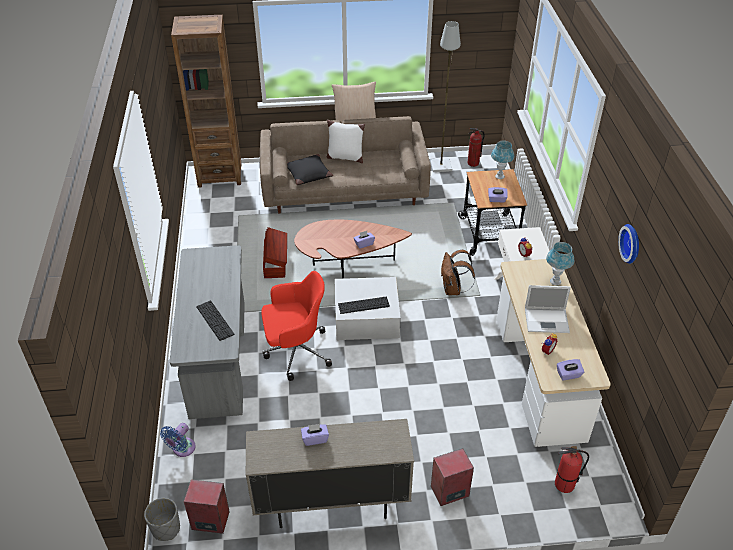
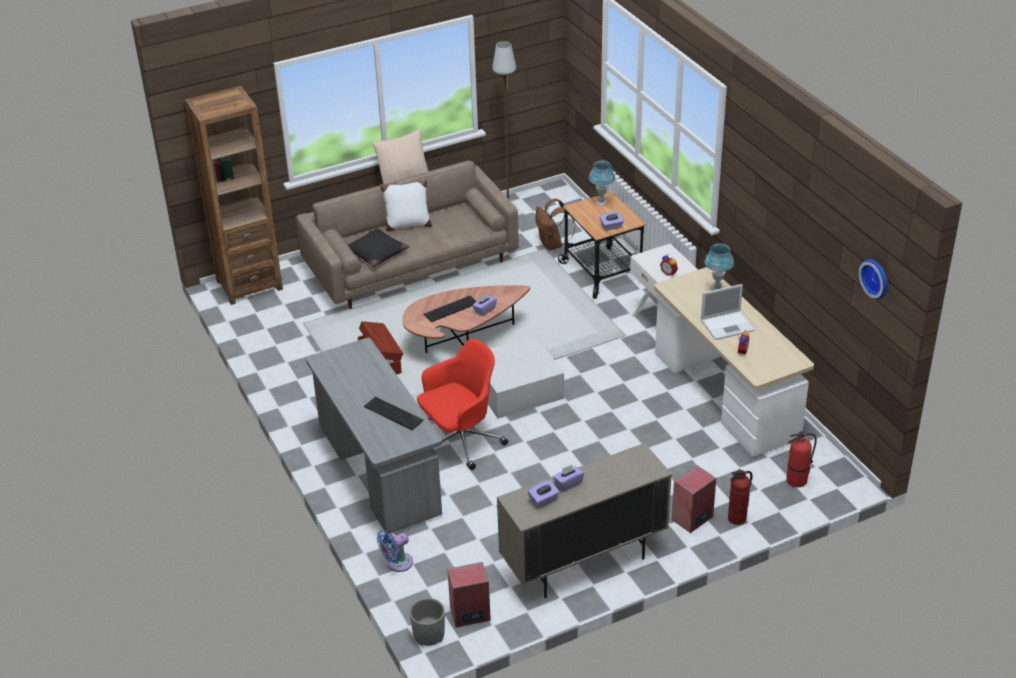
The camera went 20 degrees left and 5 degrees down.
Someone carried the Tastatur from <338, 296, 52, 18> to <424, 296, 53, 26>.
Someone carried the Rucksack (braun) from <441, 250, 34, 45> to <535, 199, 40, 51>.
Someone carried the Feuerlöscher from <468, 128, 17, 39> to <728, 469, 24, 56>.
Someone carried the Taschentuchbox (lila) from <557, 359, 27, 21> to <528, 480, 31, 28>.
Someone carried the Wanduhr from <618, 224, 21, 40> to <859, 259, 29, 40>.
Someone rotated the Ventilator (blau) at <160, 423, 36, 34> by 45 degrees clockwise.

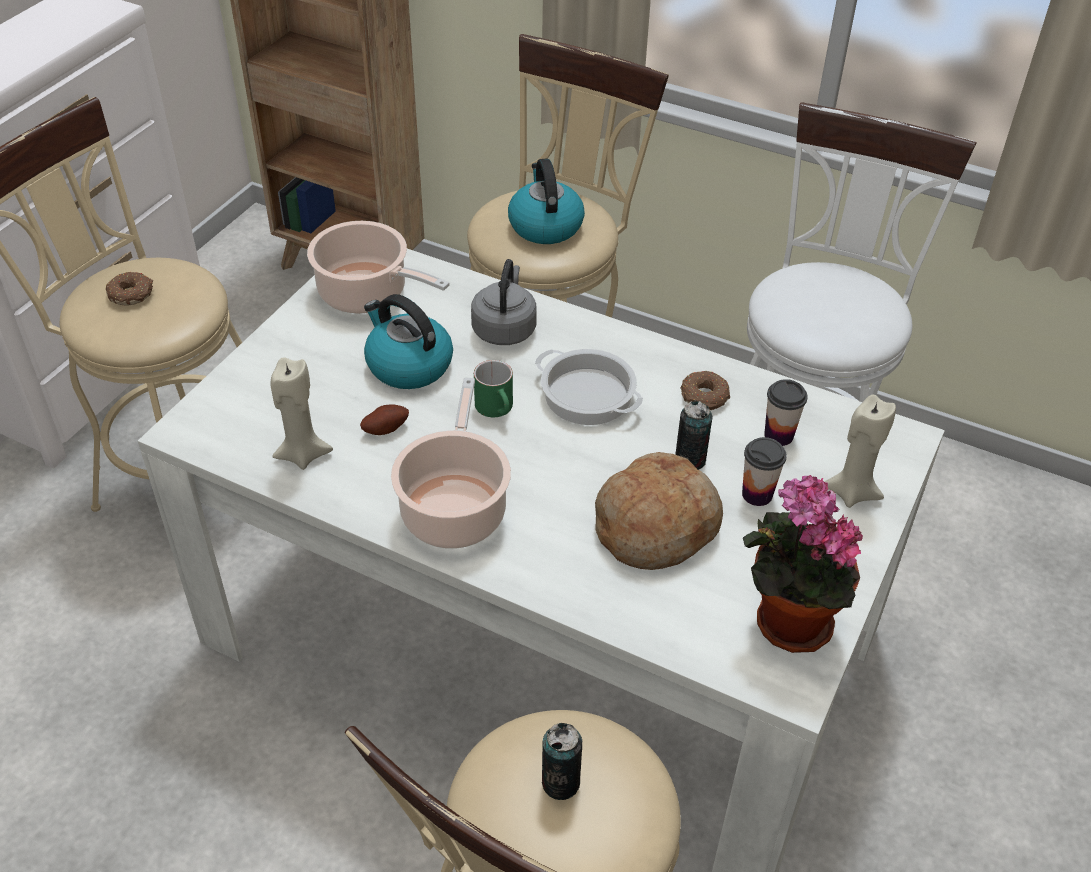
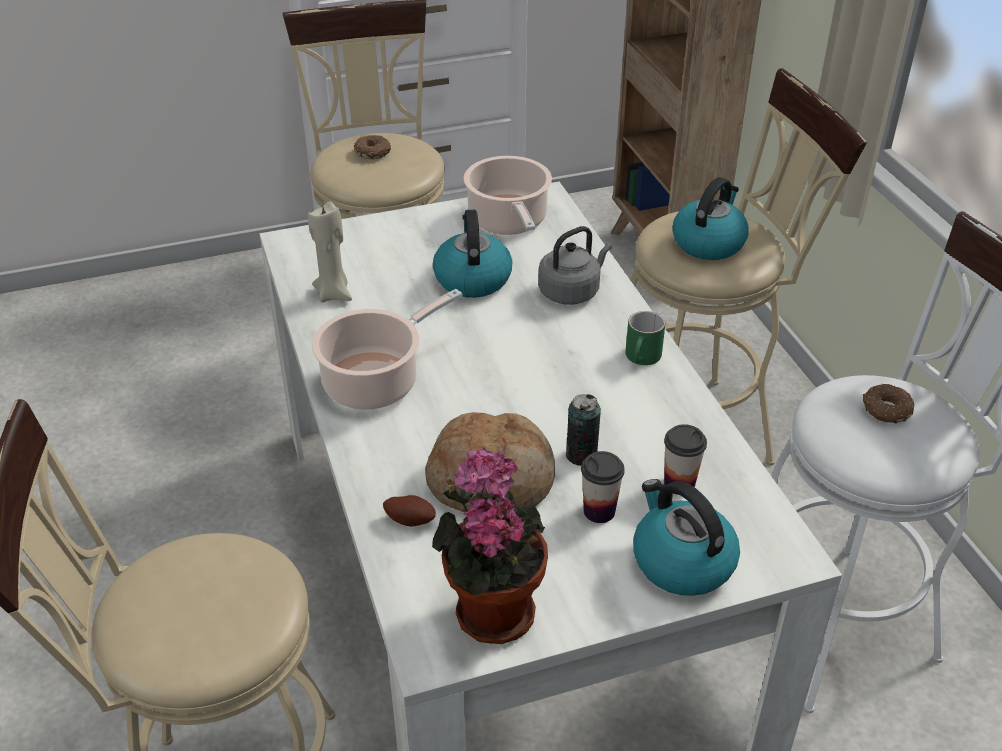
The camera went 45 degrees right and 5 degrees down.
Someone took away the Kochtopf at <535, 349, 108, 76>.
Someone took away the Dose at <542, 723, 41, 77>.
Someone carried the Kartoffel from <360, 404, 49, 31> to <383, 495, 53, 32>.
Someone carried the Henkelbecher (grün) from <474, 360, 39, 57> to <625, 311, 40, 54>.
Someone carried the Donut from <681, 370, 49, 40> to <863, 384, 52, 40>.
Someone swapped the Kerze (beige) at <824, 395, 72, 113> for the Wasserkessel at <633, 479, 107, 117>.

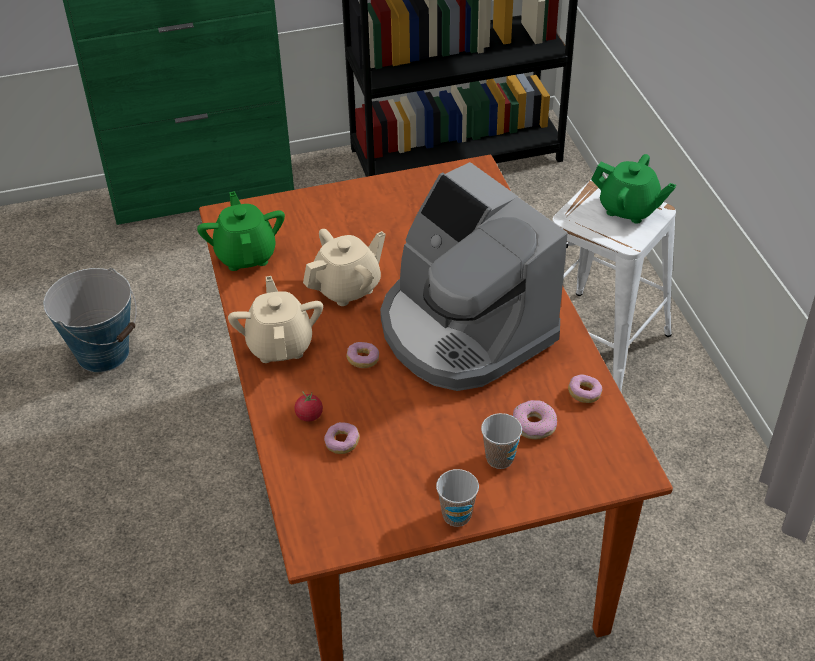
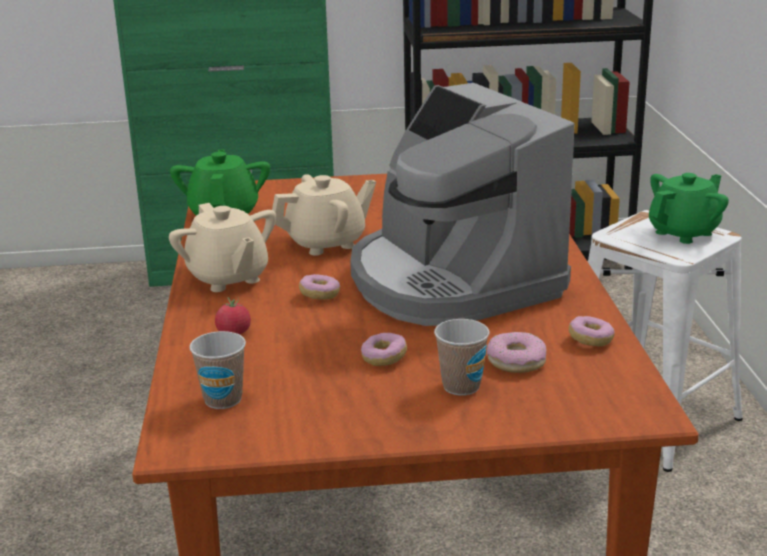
The camera went 10 degrees right and 20 degrees down.
Someone took away the Eimer at <44, 268, 93, 104>.
Someone carried the Donut from <324, 422, 36, 32> to <361, 333, 46, 33>.
Someone carried the Tasse from <436, 469, 43, 58> to <189, 331, 57, 78>.
Someone rotated the Teekanne (beige) at <228, 276, 95, 87> by 150 degrees clockwise.
Someone rotated the Teekanne (grün) at <591, 154, 85, 70> by 75 degrees counterclockwise.

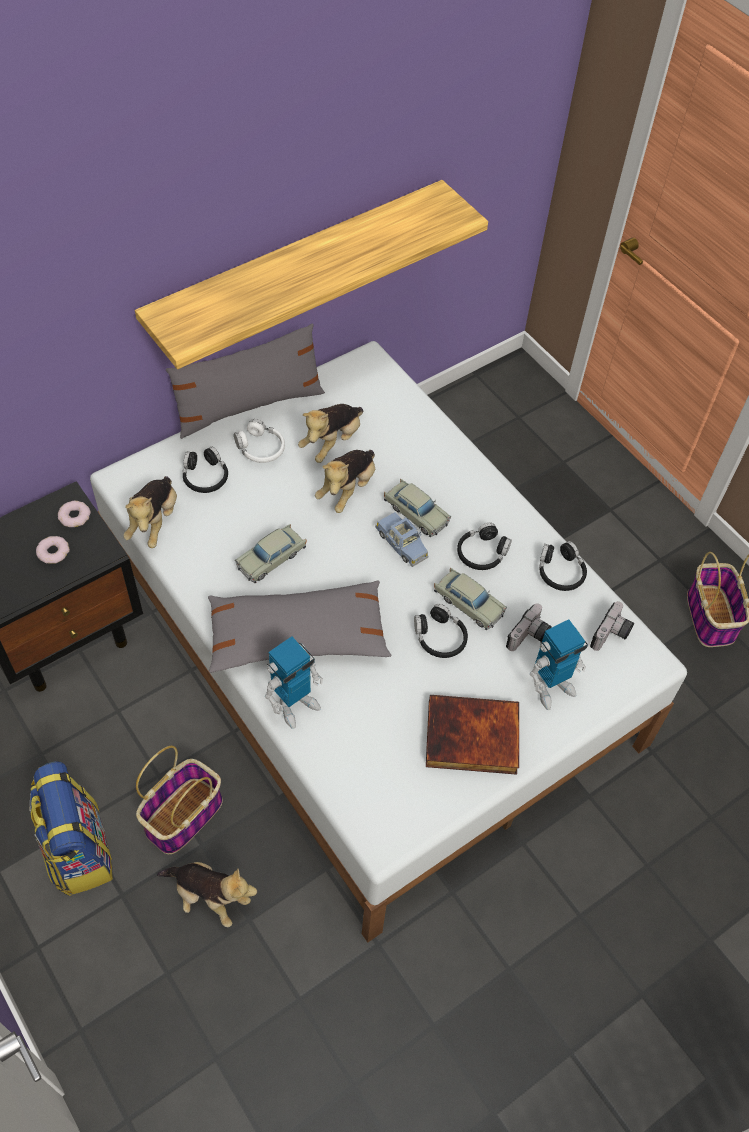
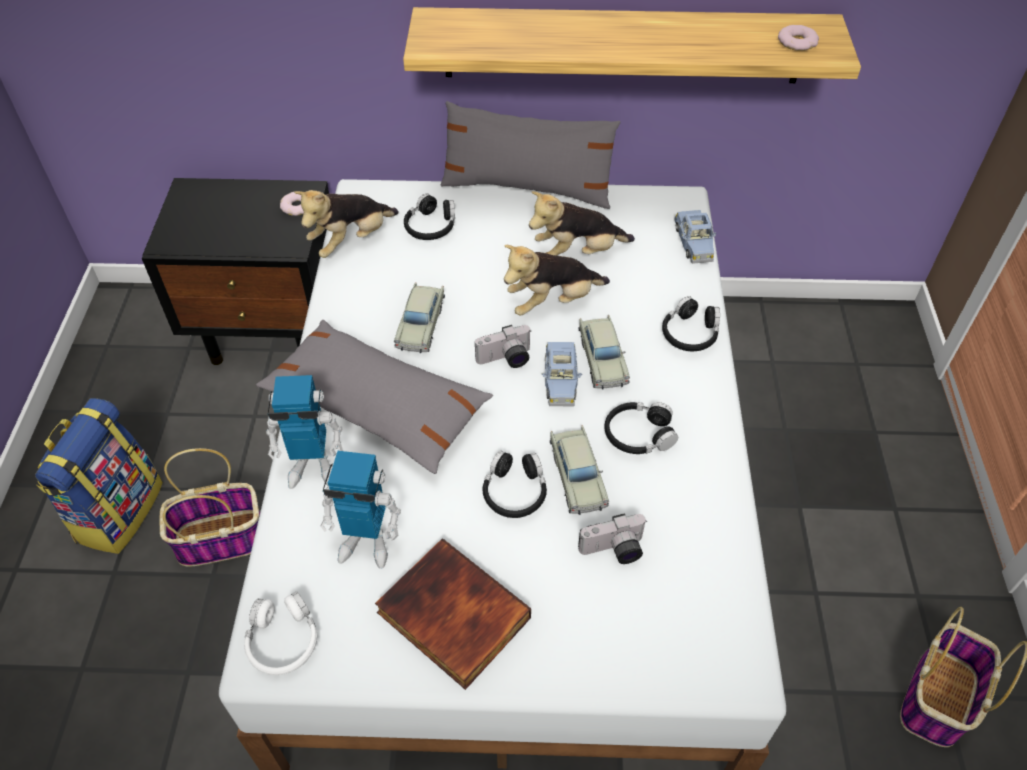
The camera went 40 degrees right and 5 degrees down.
Someone took away the Plüschtier at <157, 862, 100, 65>.
Someone put down the Spielzeugauto (blau) at <674, 210, 42, 54>.
Someone carried the Donut from <36, 536, 34, 28> to <778, 25, 41, 26>.
Someone carried the Kopfhörer (weiß) from <234, 419, 51, 44> to <244, 591, 74, 84>.
Someone carried the Spielzeugroboter from <530, 619, 58, 91> to <320, 451, 81, 118>.
Someone carried the Kopfhörer (schwarz) from <539, 541, 48, 50> to <662, 296, 58, 55>.
Someone carried the Kamera from <590, 601, 44, 50> to <475, 325, 57, 43>.
Someone rotated the Spielzeugauto (beige) at <235, 524, 72, 59> by 75 degrees counterclockwise.

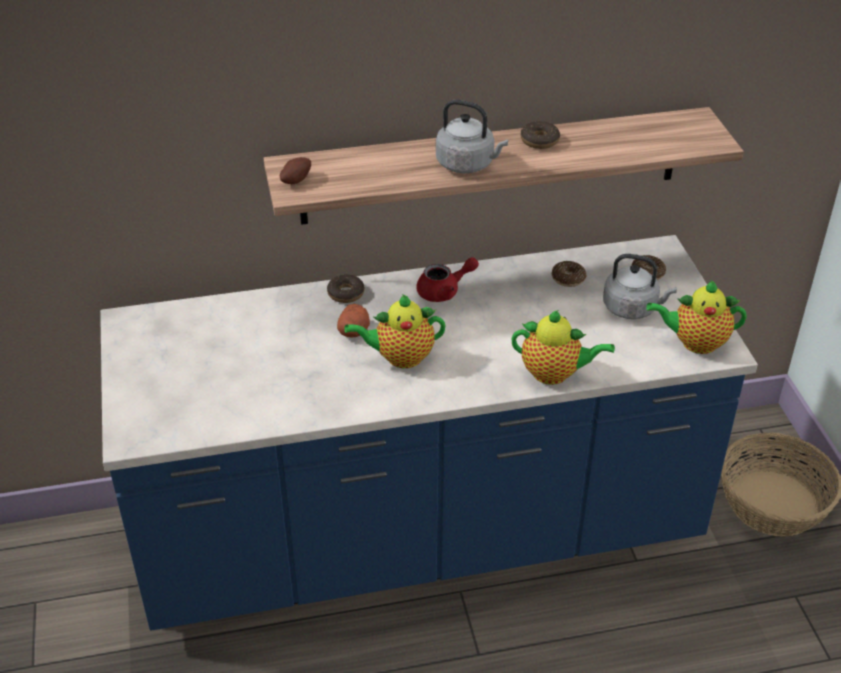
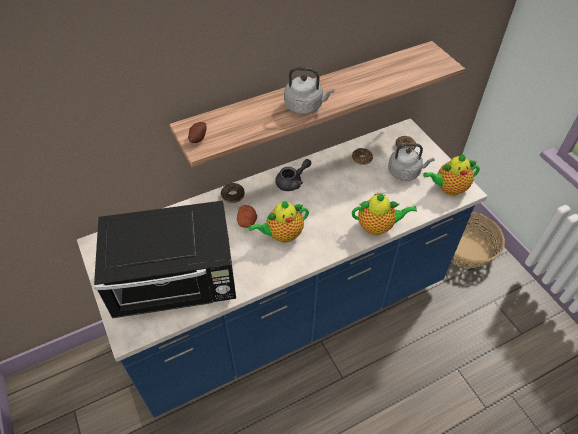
The camera went 15 degrees left and 10 degrees up.
Someone took away the Donut at <521, 121, 39, 28>.
Someone put down the Mikrowelle (schwarz) at <94, 201, 142, 117>.
Someone repainted the Teekanne (rot) at <416, 257, 63, 45>, which became the Teekanne (grau) at <275, 159, 36, 32>.

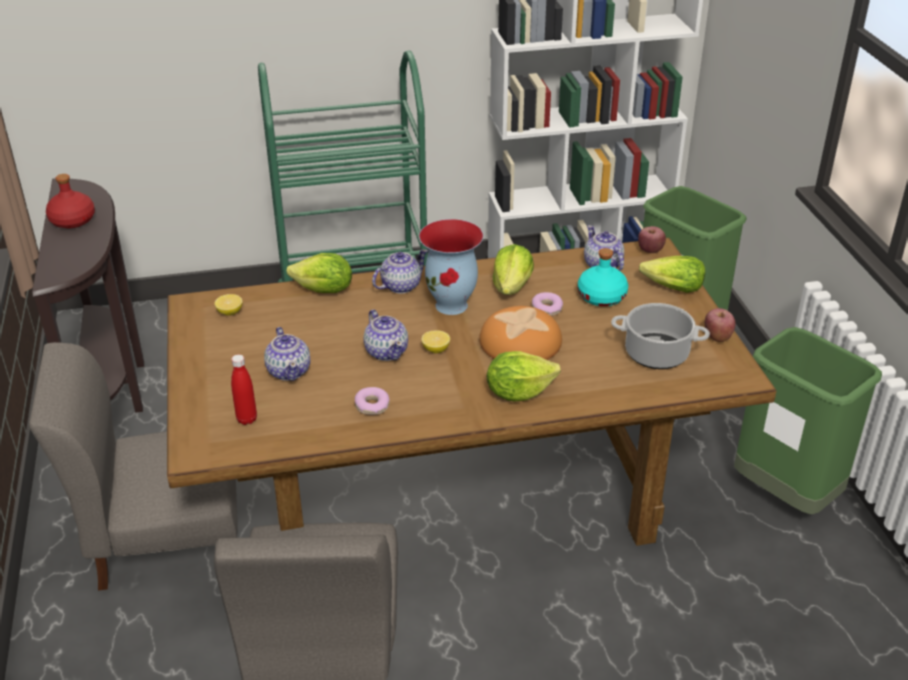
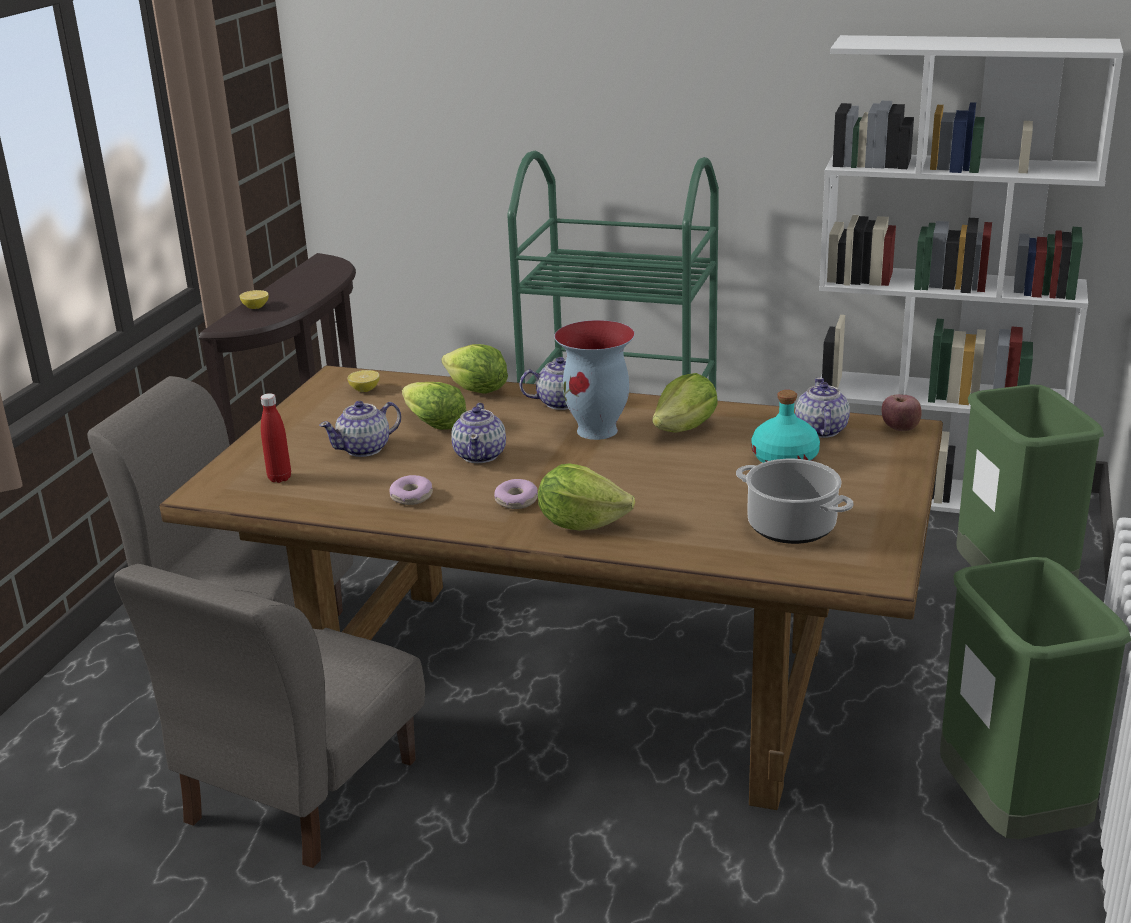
The camera went 30 degrees right and 10 degrees down.
Someone took away the Flasche (rot) at <46, 174, 49, 54>.
Someone took away the Brot at <479, 306, 83, 54>.
Someone took away the Apfel at <705, 308, 31, 34>.
Someone carried the Zitrone from <421, 330, 29, 23> to <240, 290, 29, 19>.
Someone carried the Donut from <532, 292, 31, 24> to <494, 479, 44, 30>.
Someone carried the Salatkopf from <639, 256, 66, 37> to <402, 382, 65, 48>.
Someone rotated the Teekanne at <264, 327, 46, 54> by 45 degrees clockwise.

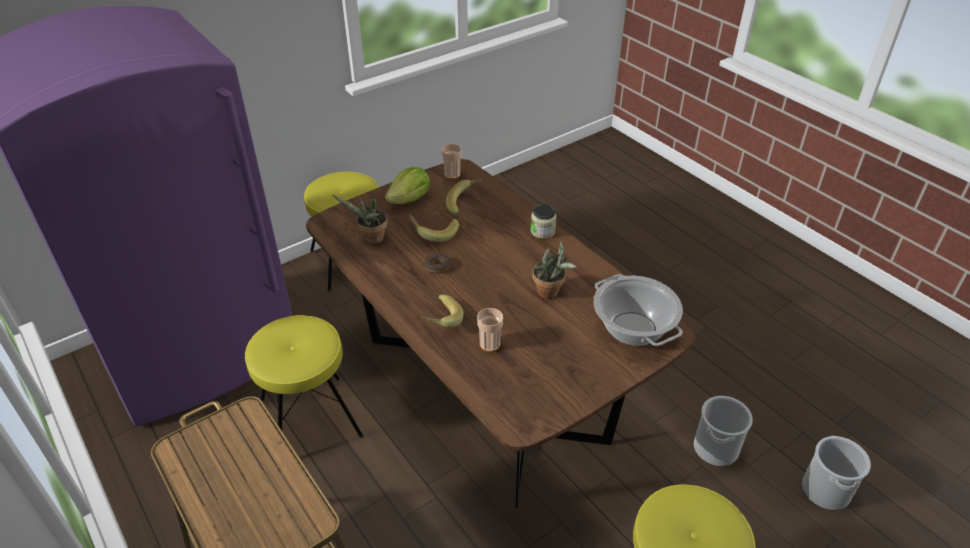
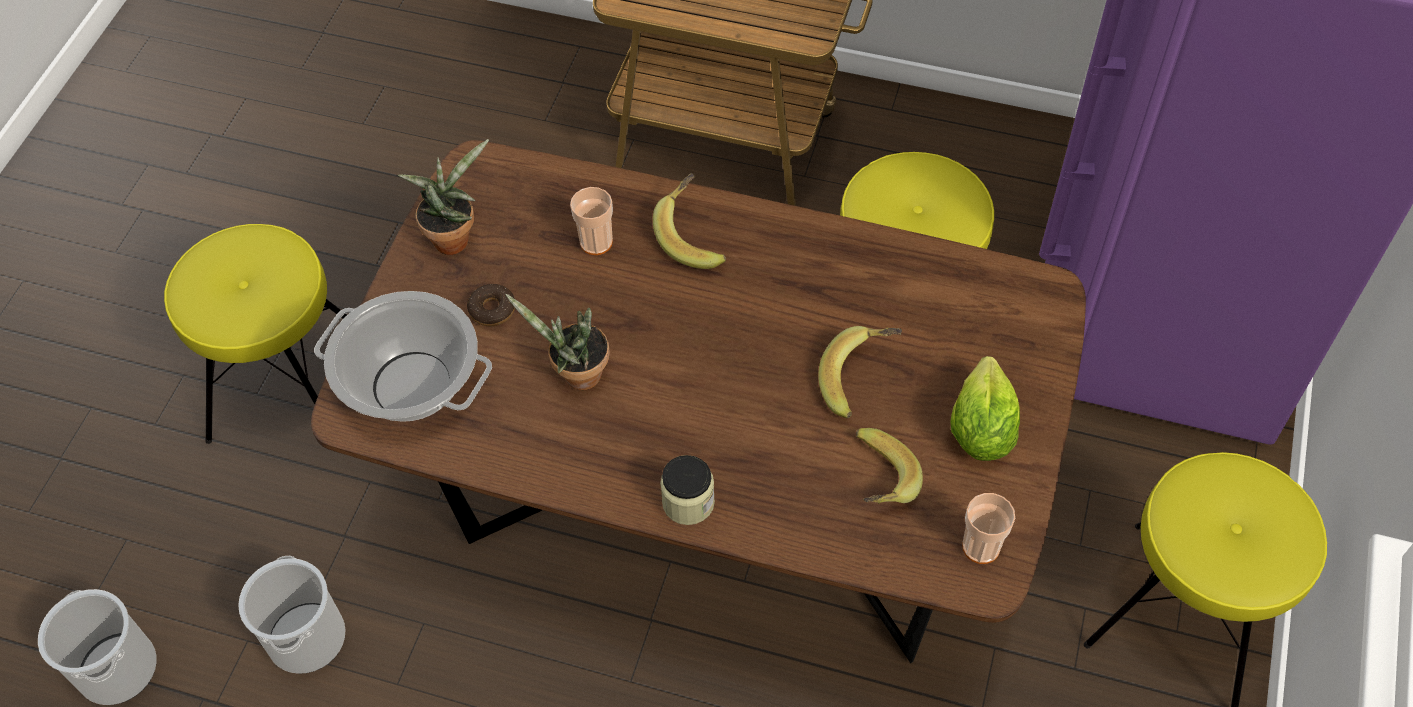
The camera went 145 degrees right and 15 degrees up.
Someone carried the Topfpflanze from <333, 195, 55, 49> to <398, 139, 91, 116>.
Someone carried the Donut from <425, 253, 26, 20> to <467, 284, 48, 42>.

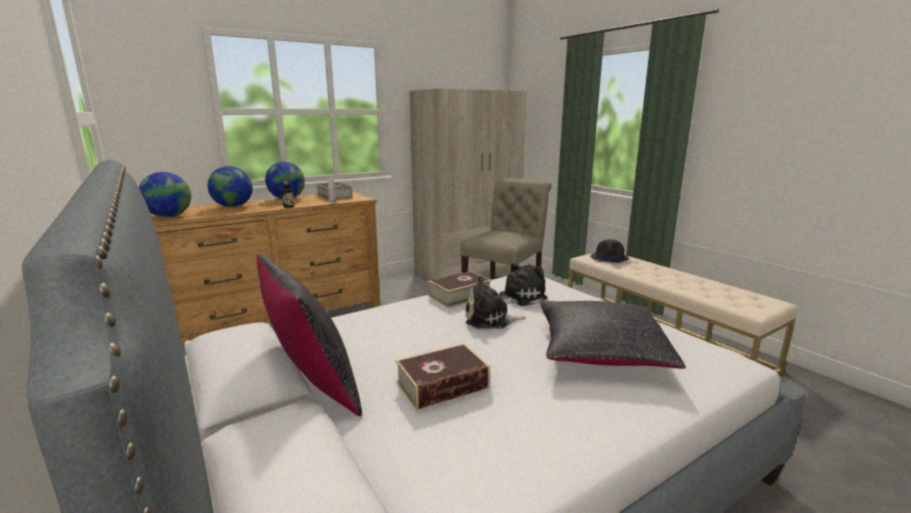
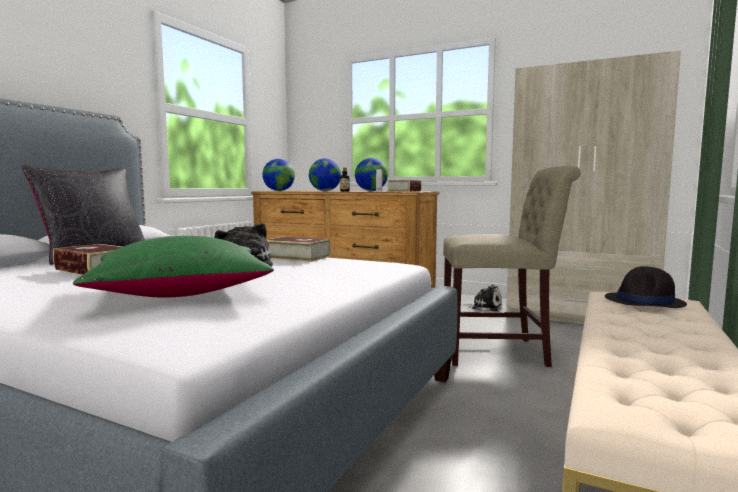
The camera went 60 degrees right and 10 degrees down.
Someone carried the Plüschtier from <499, 263, 48, 43> to <462, 284, 40, 27>.
Someone repainted the Kissen (schwarz) at <541, 301, 145, 68>, which became the Kissen (grün) at <73, 236, 201, 62>.

